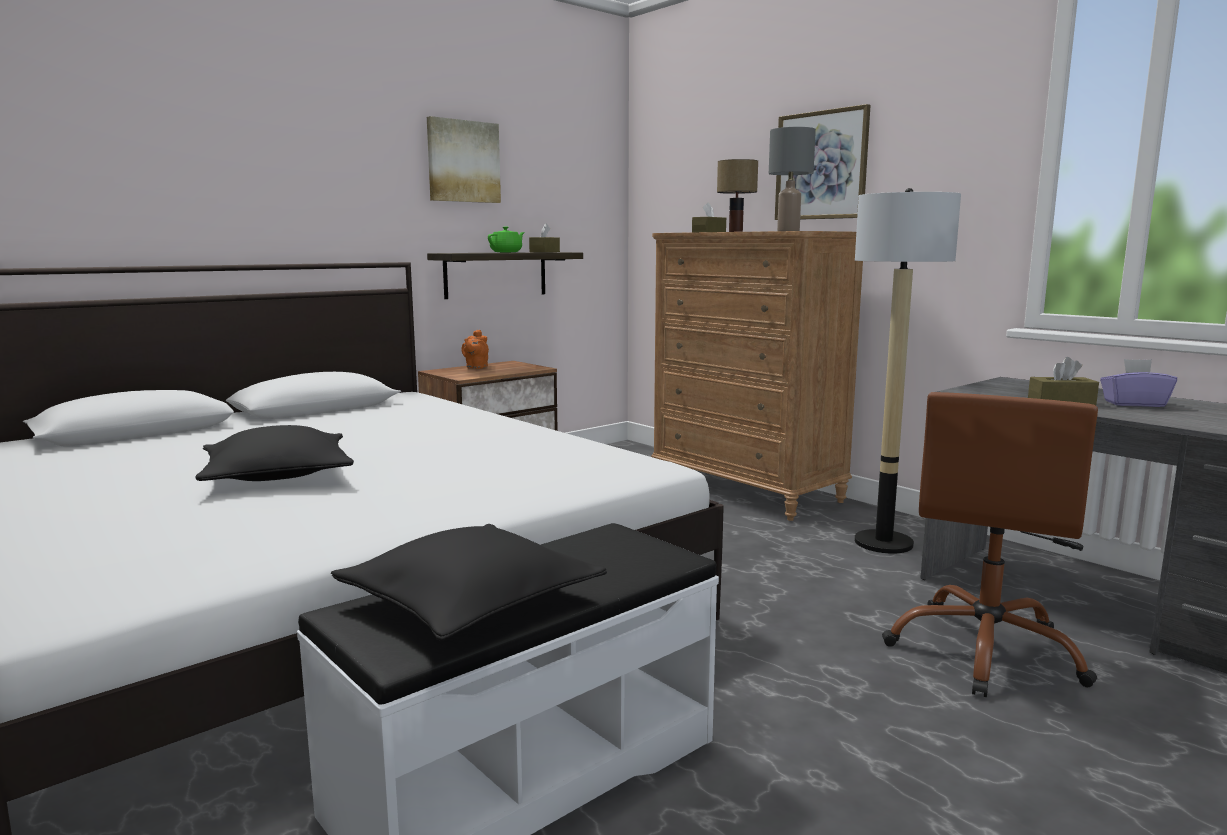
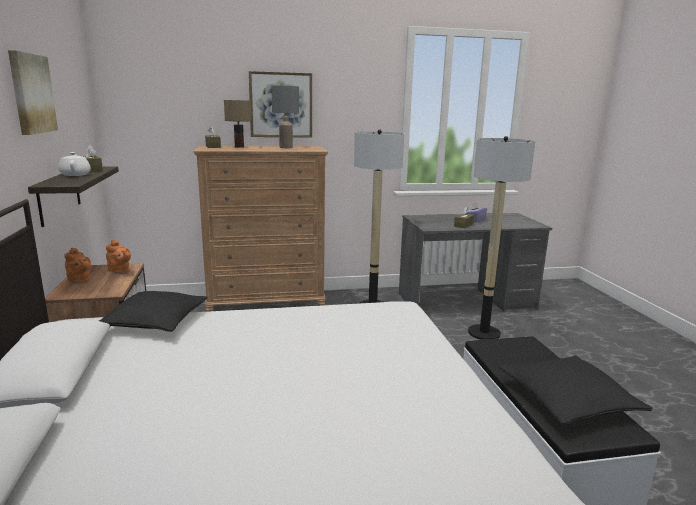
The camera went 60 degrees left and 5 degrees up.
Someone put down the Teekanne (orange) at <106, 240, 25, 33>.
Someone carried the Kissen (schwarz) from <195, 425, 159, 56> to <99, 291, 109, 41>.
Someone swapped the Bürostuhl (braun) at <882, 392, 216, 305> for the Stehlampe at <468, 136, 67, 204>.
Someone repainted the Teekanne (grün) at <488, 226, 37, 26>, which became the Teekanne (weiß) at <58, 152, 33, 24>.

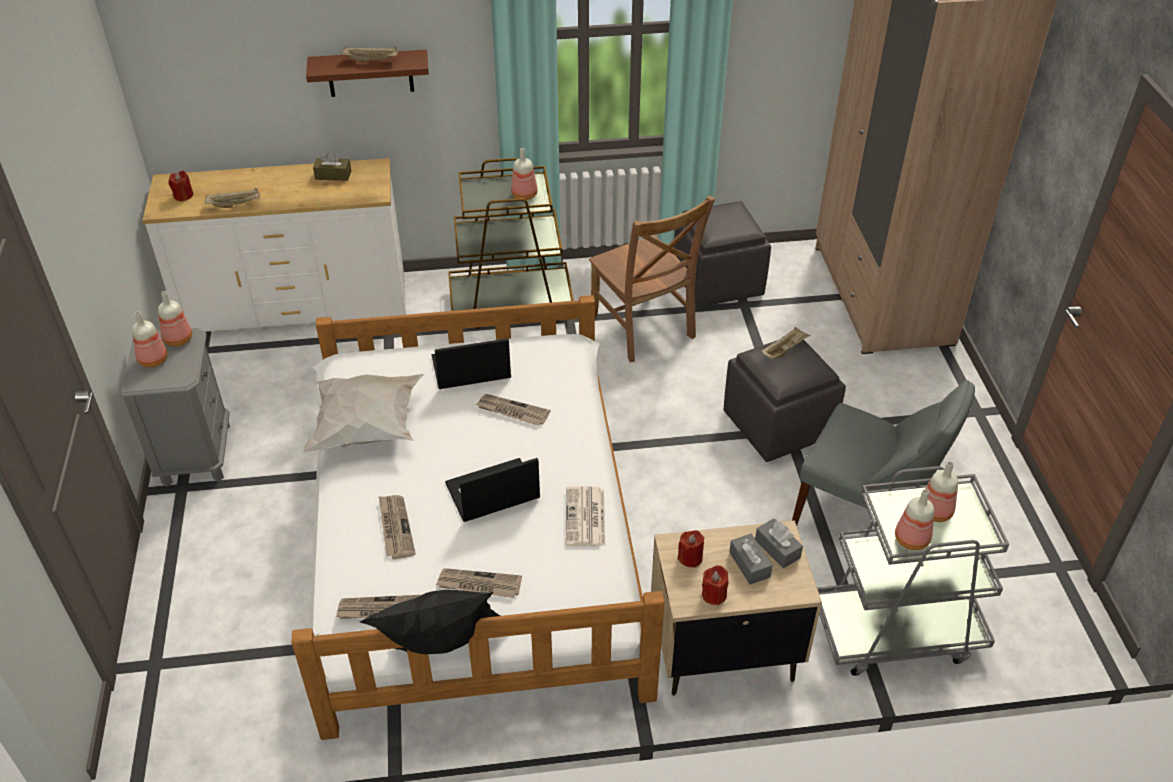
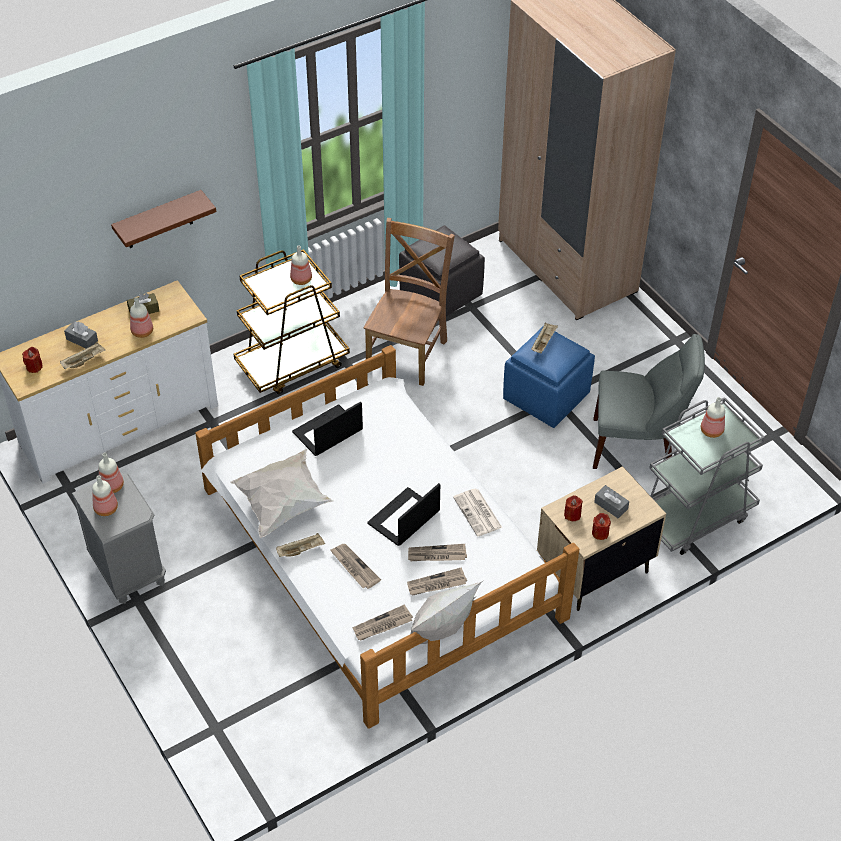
The camera went 25 degrees left and 5 degrees up.
Someone carried the Tablett (beige) from <342, 46, 55, 17> to <276, 533, 49, 24>.
Someone carried the Zeitung from <475, 394, 75, 32> to <408, 544, 59, 17>.
Someone carried the Taschentuchbox (grau) from <755, 519, 48, 49> to <64, 322, 34, 27>.
Someone carried the Flasche from <895, 489, 39, 61> to <130, 297, 23, 41>.
Someone repainted the Kissen (schwarz) at <360, 590, 140, 64>, which became the Kissen (weiß) at <410, 582, 72, 62>.
Someone repainted the Polsterhocker (grau) at <724, 340, 122, 122>, which became the Polsterhocker (blau) at <503, 327, 92, 101>.
Someone rotated the Stuhl (braun) at <589, 196, 126, 166> by 105 degrees counterclockwise.

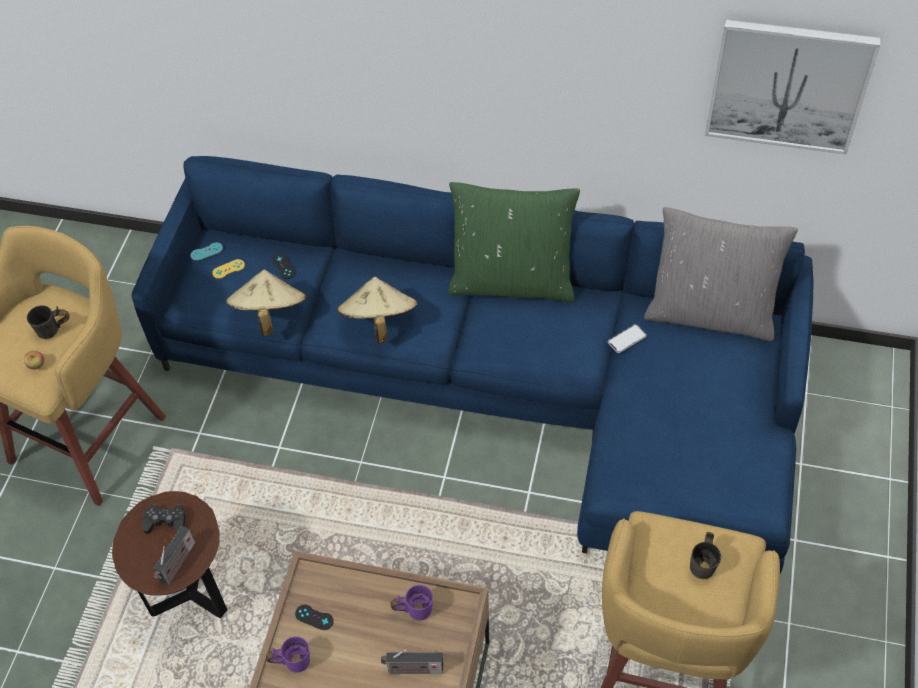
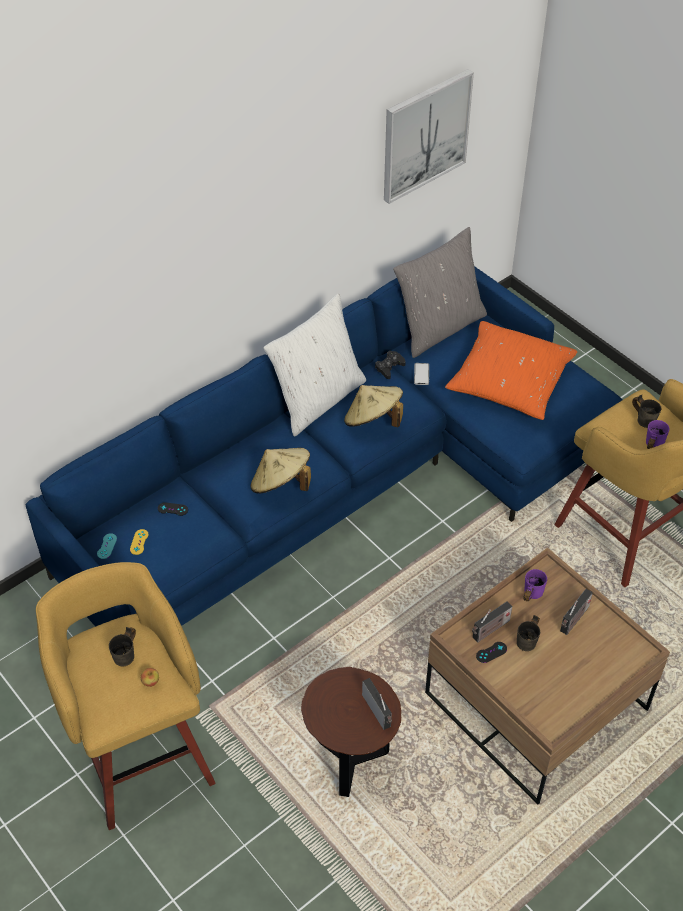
The camera went 55 degrees left and 5 degrees down.
Someone put down the Kissen (orange) at <445, 321, 132, 99>.
Someone put down the Radio at <472, 601, 40, 41>.
Someone put down the Henkelbecher (grau) at <517, 615, 23, 36>.
Someone carried the Gamepad (schwarz) from <142, 504, 44, 30> to <375, 351, 31, 28>.
Someone carried the Hut (beige) from <226, 270, 80, 66> to <344, 385, 59, 42>.
Someone carried the Henkelbecher (lila) from <266, 636, 44, 37> to <646, 420, 23, 29>.
Someone repainted the Kissen (grün) at <448, 182, 132, 120>, which became the Kissen (weiß) at <264, 293, 102, 144>.

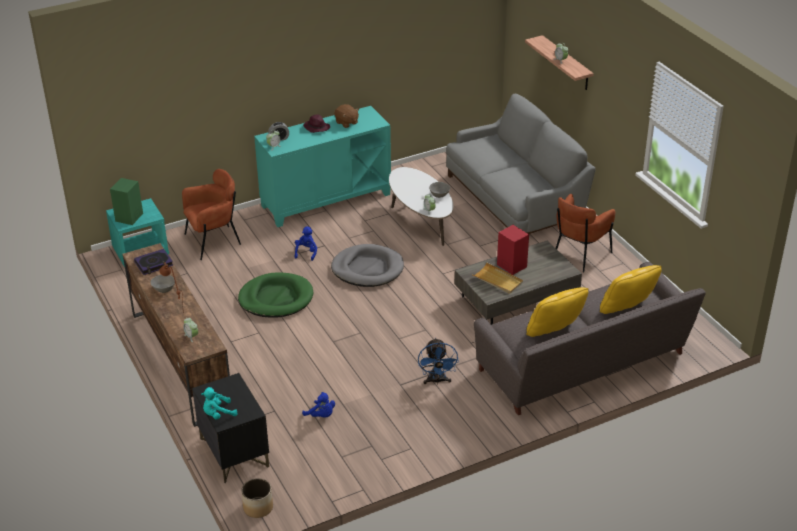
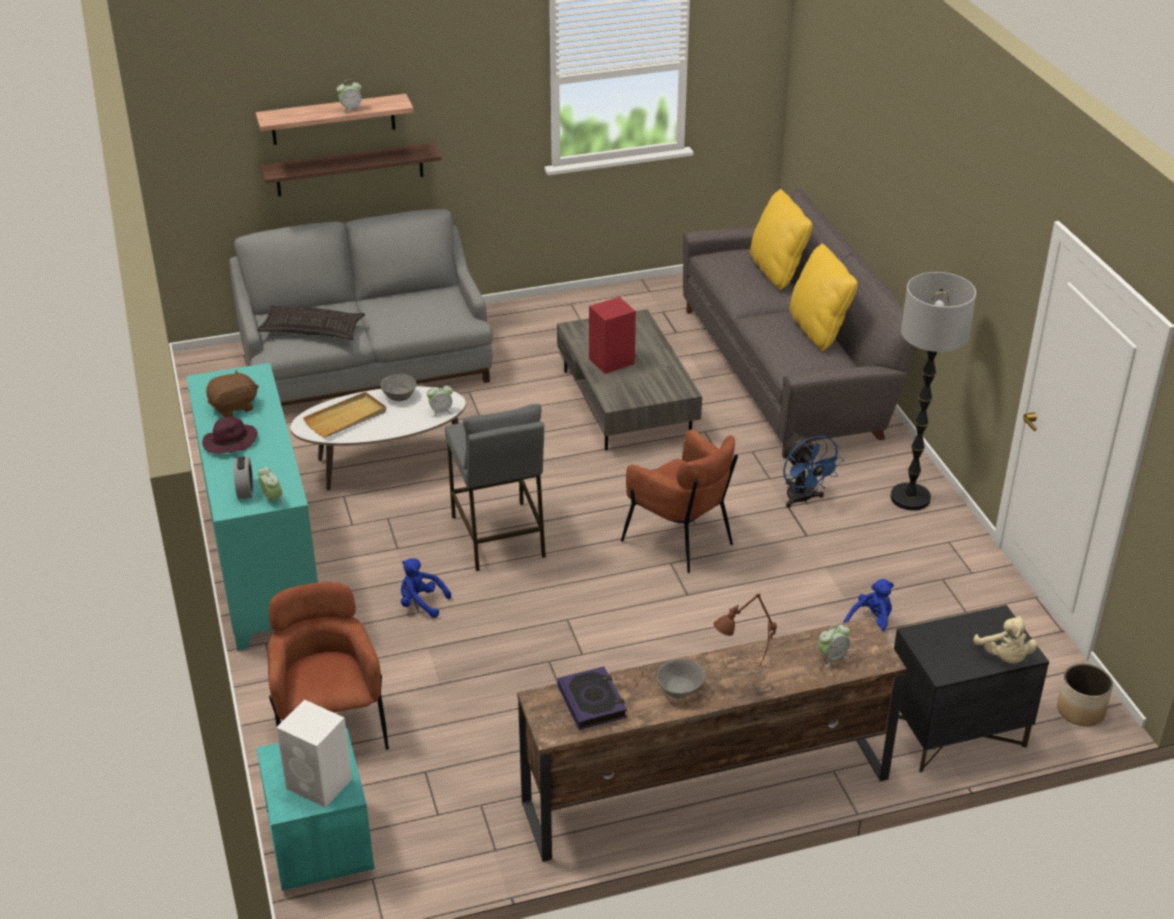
The camera went 80 degrees left and 0 degrees up.
Someone took away the Hundebett (grün) at <238, 272, 76, 46>.
Someone put down the Kissen at <257, 305, 108, 35>.
Someone put up the Wandregal at <260, 142, 182, 54>.
Someone put down the Stehlampe at <890, 272, 86, 239>.
Someone carried the Tablett (beige) from <472, 262, 51, 32> to <303, 392, 83, 46>.
Someone carried the Sessel (braun) from <556, 194, 59, 79> to <621, 429, 117, 144>.
Someone swapped the Hundebett (grau) at <331, 244, 73, 43> for the Hocker (grau) at <445, 404, 101, 167>.
Someone repainted the Lautsprecher (grün) at <110, 178, 33, 47>, which became the Lautsprecher (weiß) at <276, 699, 76, 109>.
Someone repainted the Plüschtier (türkis) at <201, 387, 37, 33>, which became the Plüschtier (beige) at <973, 616, 64, 47>.
Someone rotated the Ventilator (blau) at <418, 338, 41, 47> by 60 degrees clockwise.

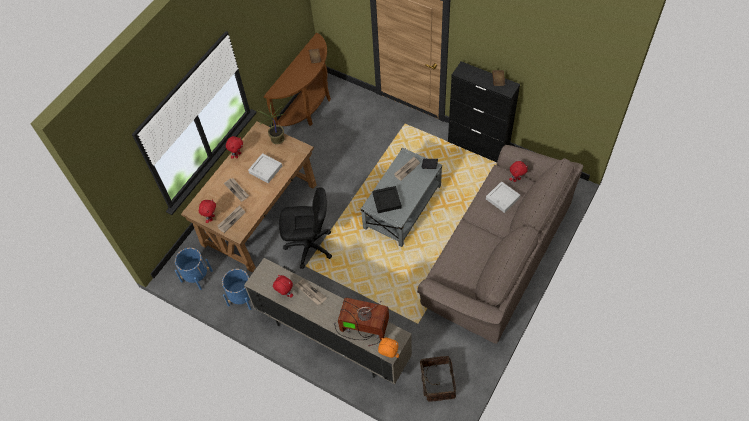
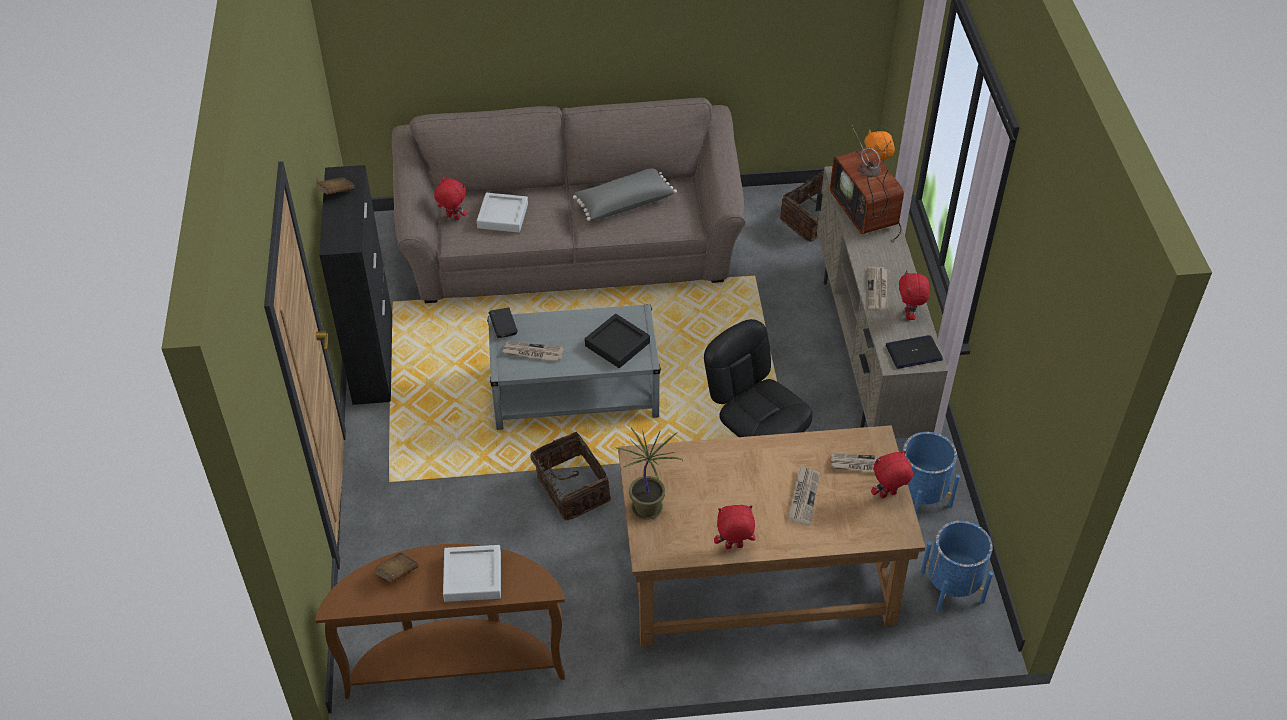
The camera went 130 degrees left and 10 degrees down.
Someone put down the Korb at <530, 432, 81, 89>.
Someone put down the Kissen (grau) at <573, 169, 104, 52>.
Someone put down the Laptop at <886, 335, 57, 34>.
Someone carried the Tablett (grau) from <248, 153, 34, 30> to <443, 545, 58, 57>.

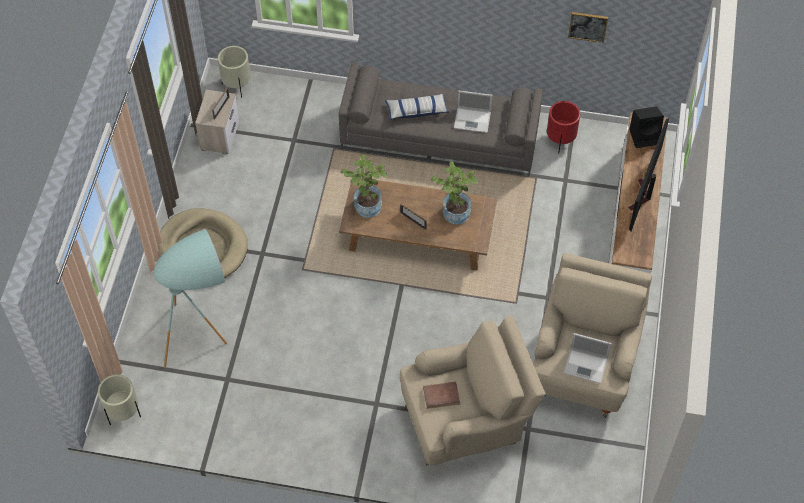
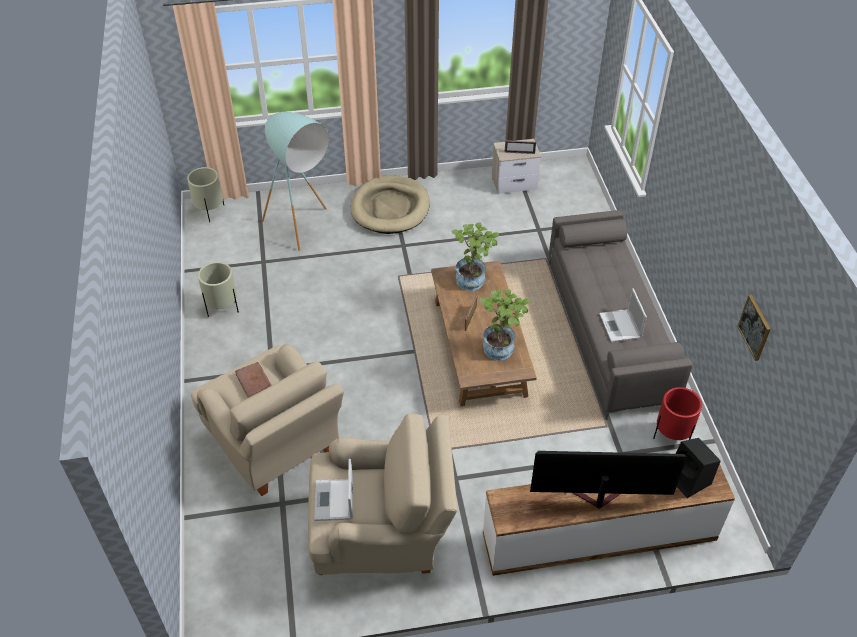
The camera went 70 degrees right and 10 degrees down.
Someone took away the Kissen at <385, 94, 64, 26>.
Someone carried the Pflanzkübel (beige) from <218, 46, 33, 52> to <198, 262, 41, 55>.

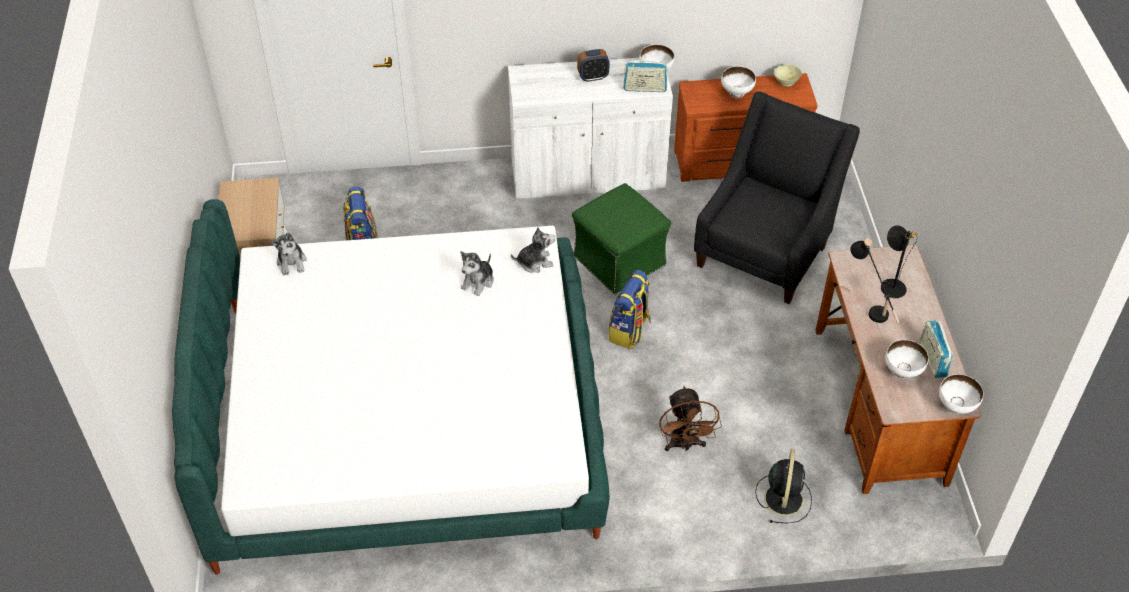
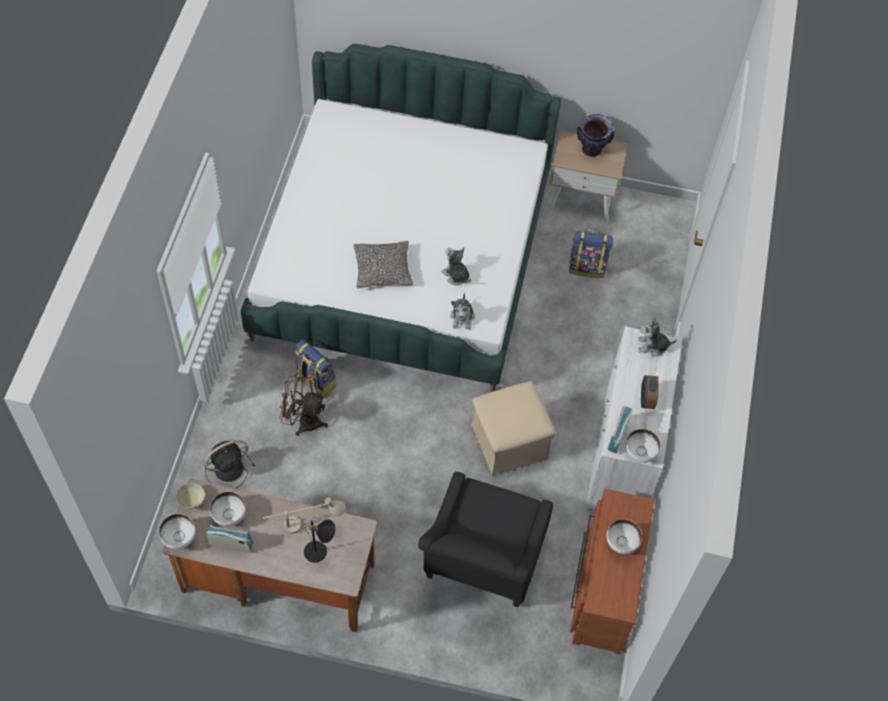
The camera went 105 degrees right and 10 degrees up.
Someone put down the Kissen at <354, 241, 59, 47>.
Someone put down the Vase at <577, 114, 37, 43>.
Someone carried the Plüschtier from <271, 232, 36, 43> to <639, 316, 38, 41>.
Someone carried the Rucksack from <609, 270, 42, 79> to <294, 339, 42, 60>.
Someone carried the Schüssel (beige) from <774, 65, 28, 22> to <176, 483, 29, 26>.
Someone repainted the Polsterhocker (grün) at <572, 183, 99, 112>, which became the Polsterhocker (beige) at <471, 381, 85, 94>.
Someone repainted the Tischlampe (schwarz) at <850, 239, 49, 84>, which became the Tischlampe (beige) at <263, 498, 83, 36>.
Someone rotated the Sessel (schwarz) at <694, 92, 166, 212> by 60 degrees clockwise.
Someone rotated the Ventilator (schwarz) at <755, 449, 57, 75> by 120 degrees clockwise.

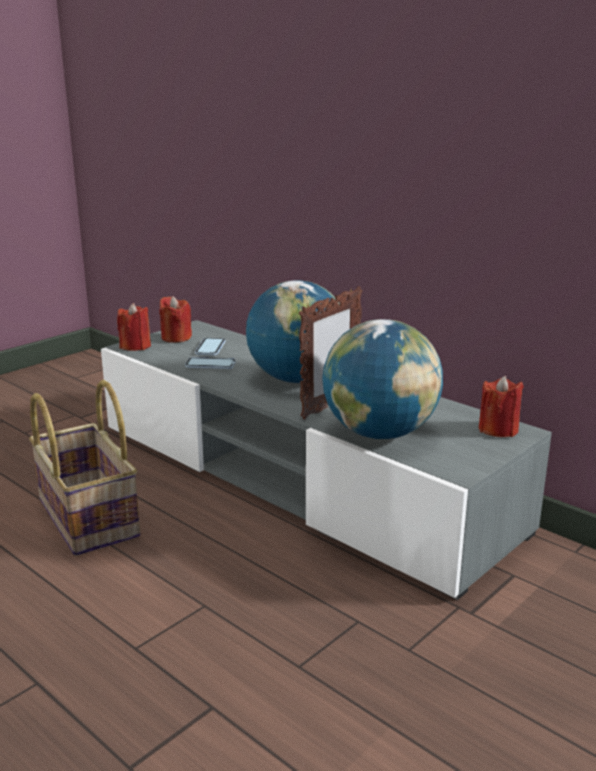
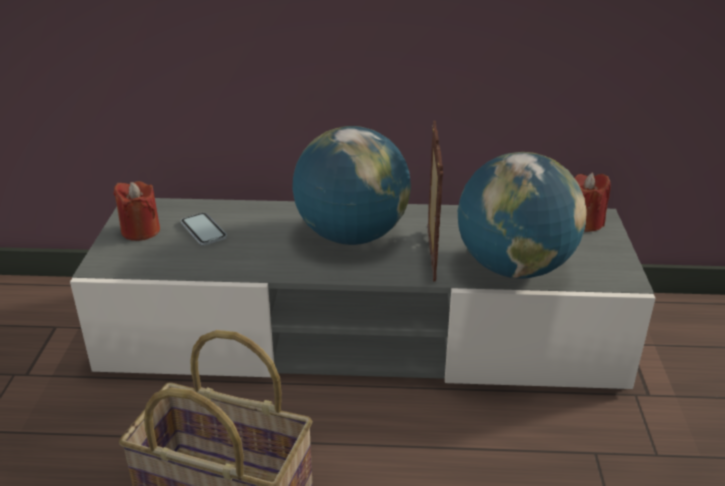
The camera went 40 degrees left and 10 degrees up.
Someone took away the Kerze (rot) at <117, 303, 34, 48>.
Someone took away the Handy at <185, 357, 51, 12>.

